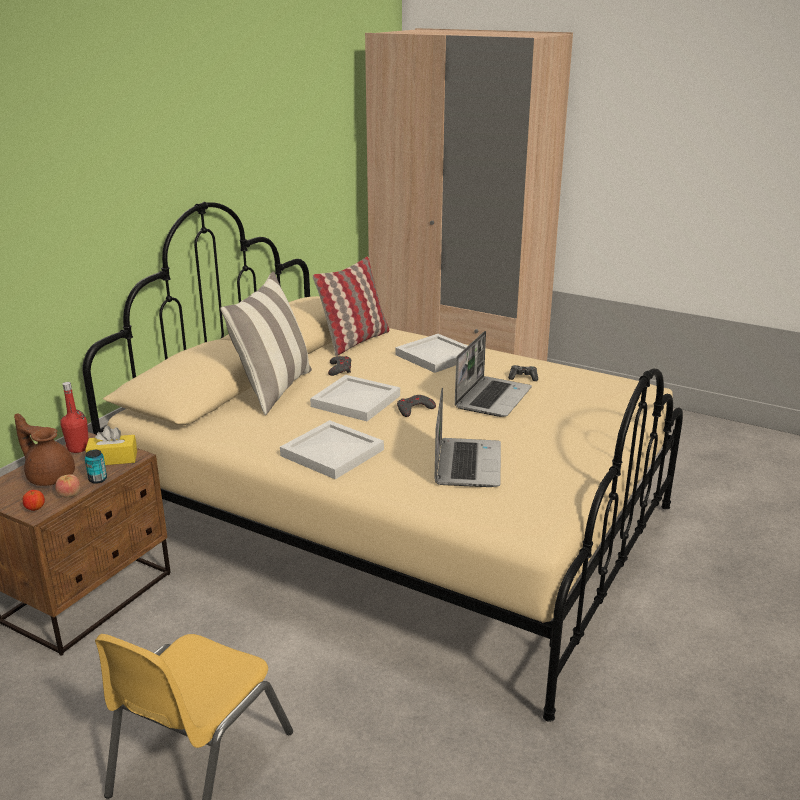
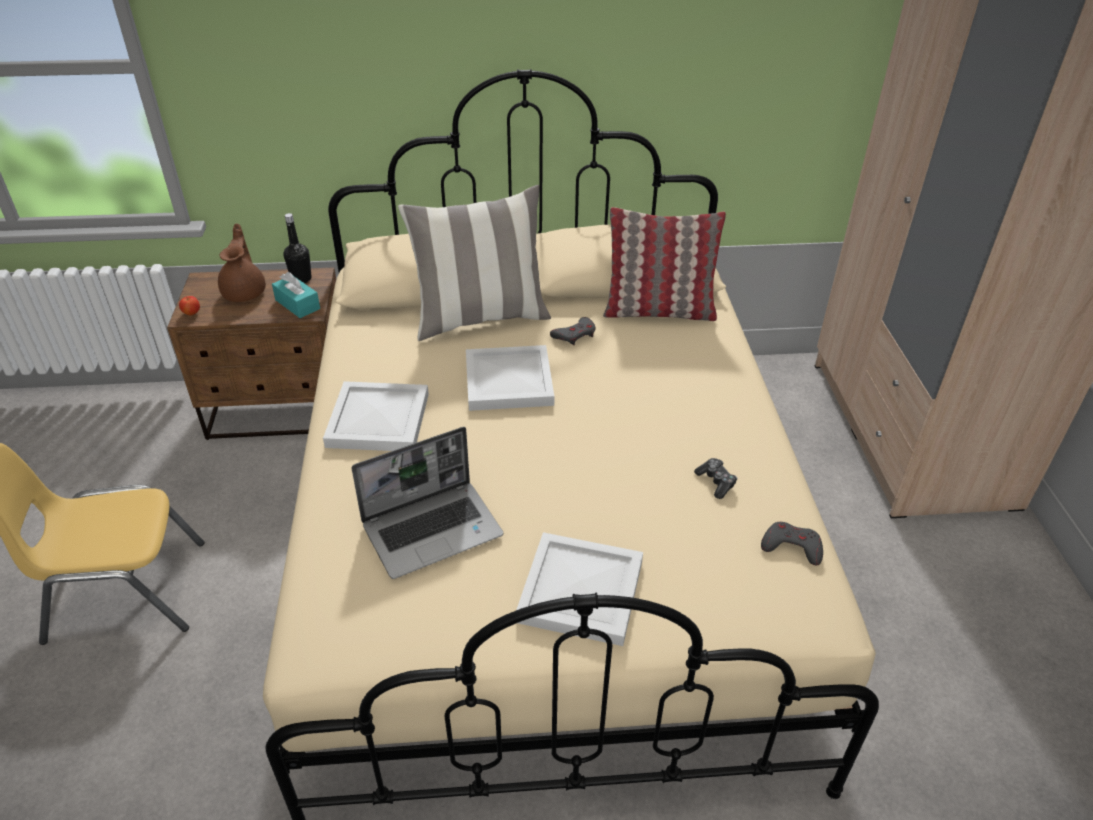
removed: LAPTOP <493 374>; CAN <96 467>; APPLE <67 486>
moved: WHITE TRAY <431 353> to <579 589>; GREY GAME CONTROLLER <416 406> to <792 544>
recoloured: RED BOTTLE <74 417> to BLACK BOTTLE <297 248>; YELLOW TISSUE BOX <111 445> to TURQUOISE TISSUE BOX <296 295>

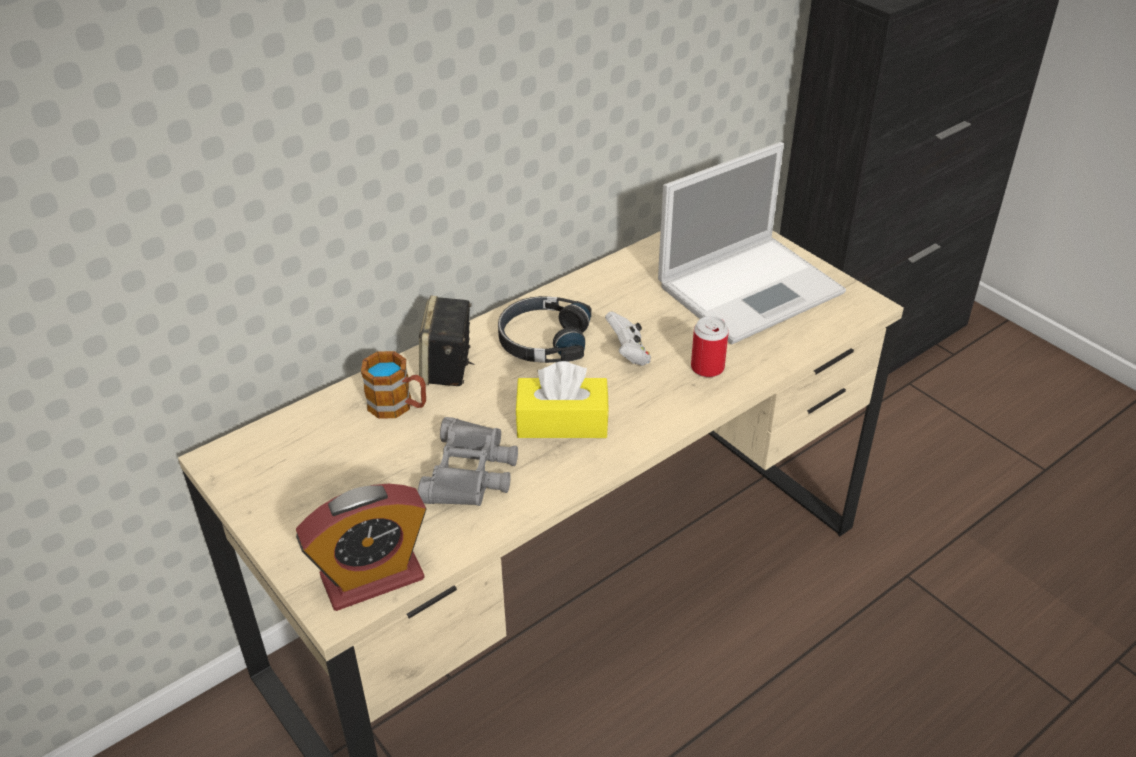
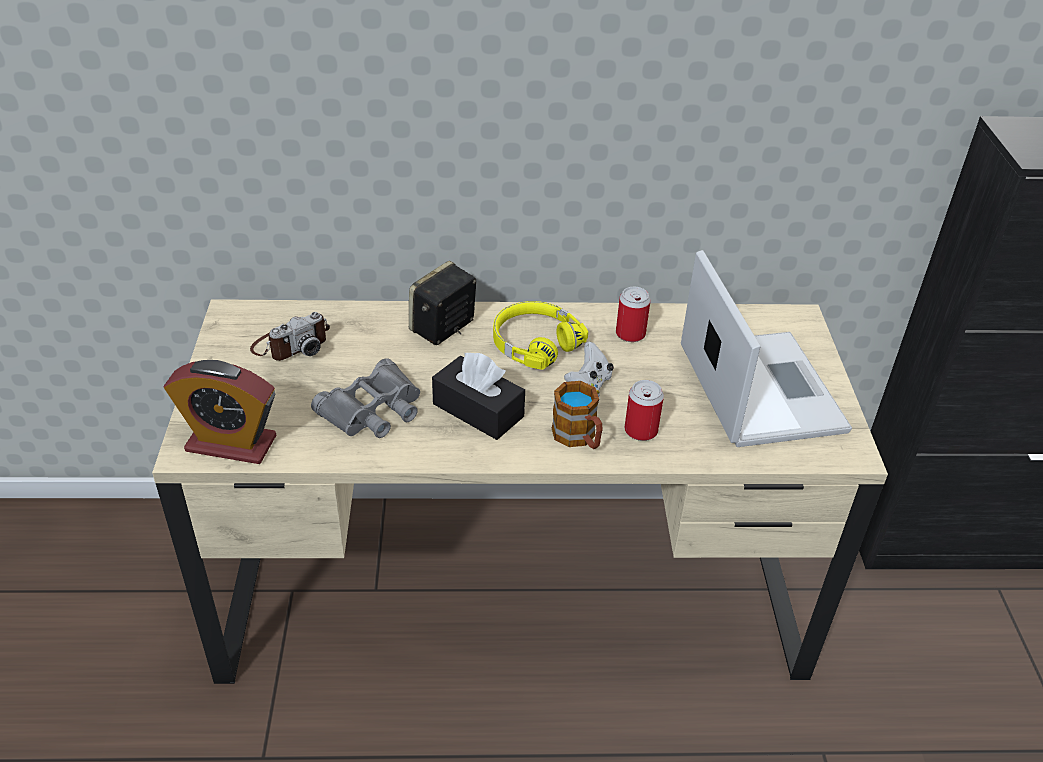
added: CAN <633 314>; PHOTO CAMERA <290 336>
moved: MUG <393 385> to <577 415>
recoloured: BLACK HEADPHONES <545 329> to YELLOW HEADPHONES <540 335>; YELLOW TISSUE BOX <562 399> to BLACK TISSUE BOX <478 396>
turned: LAPTOP <752 243> = <766 348> 105 degrees counterclockwise

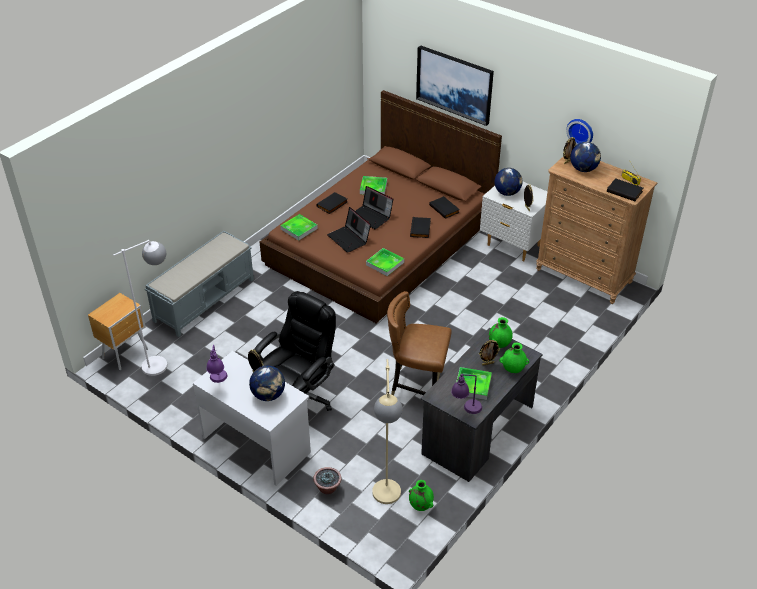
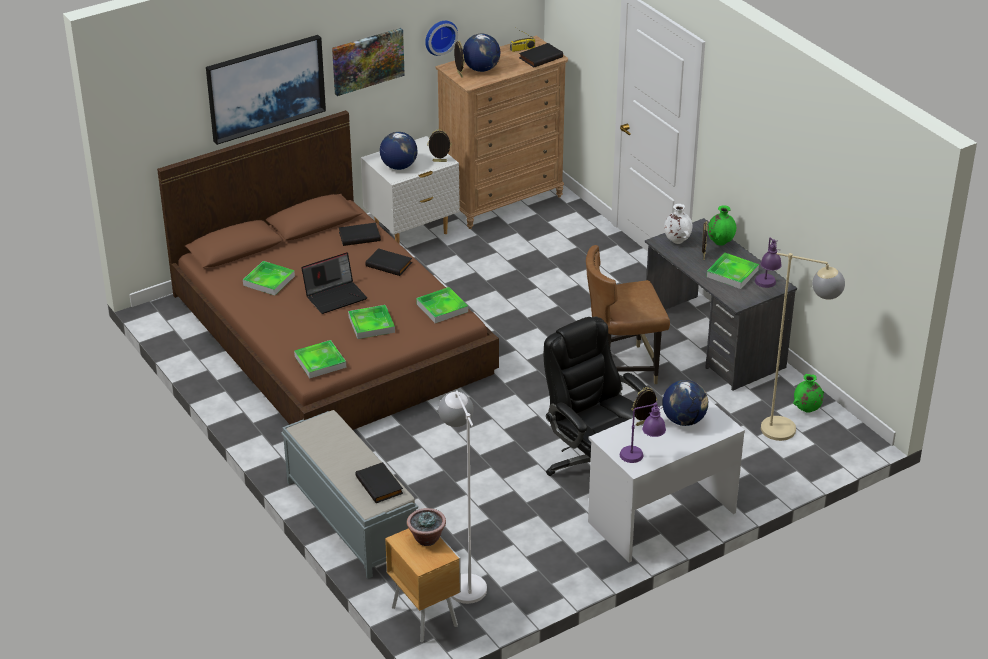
added: PICTURE <368 62>
moved: BLACK BOOK <332 203> to <379 482>; POTTED PLANT <327 481> to <426 527>
replaced: LAPTOP <349 230> to TRAY <371 322>
recoloured: GREEN VASE <501 332> to WHITE VASE <678 224>
turned: BROWN CHAIR <419 343> = <628 314> 45 degrees clockwise

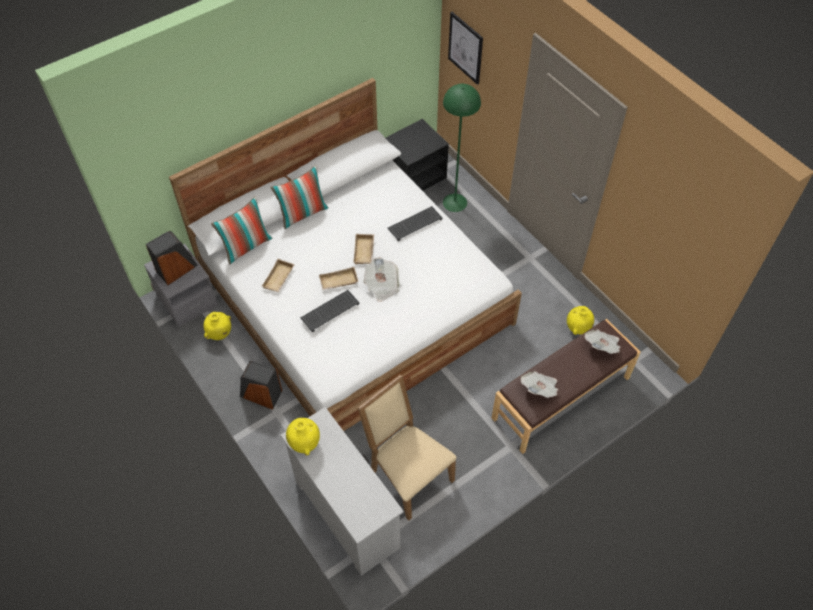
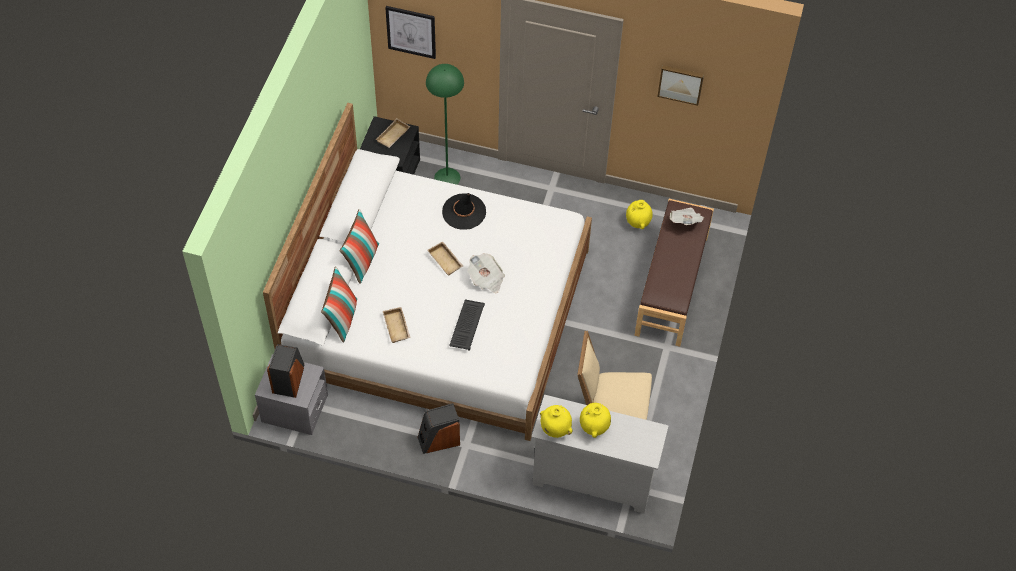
removed: NEWSPAPER <539 384>
added: PICTURE <680 85>
moved: BEIGE TRAY <339 278> to <393 133>; YELLOW VASE <217 326> to <595 420>
replaced: KEYBOARD <415 223> to BLACK HAT <464 211>

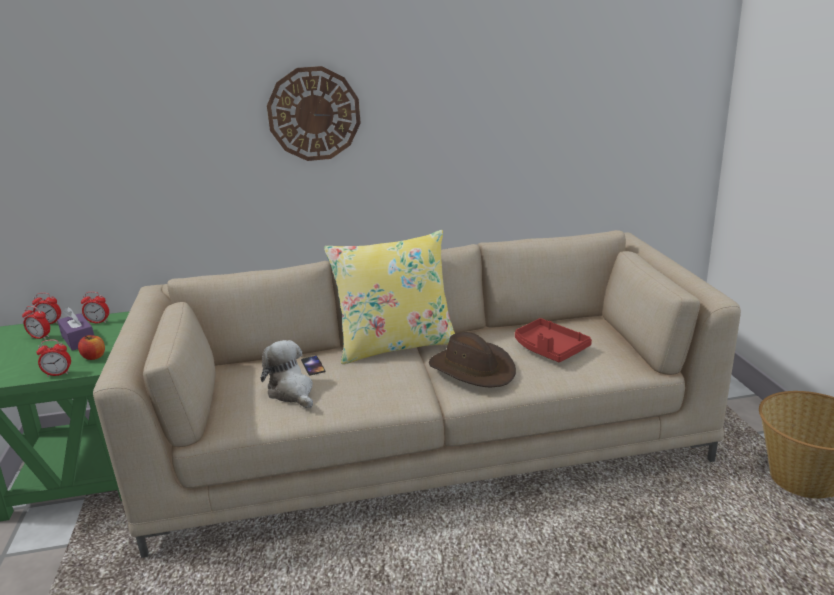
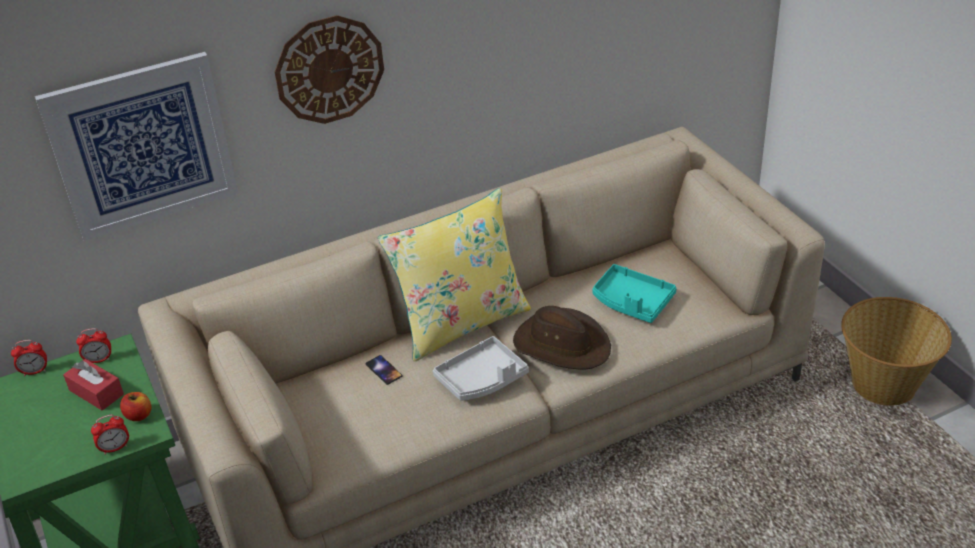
removed: ALARM CLOCK <36 322>; PLUSH TOY <287 374>
added: PICTURE <136 146>; GREY TRAY <481 368>
recoloured: PURPLE TISSUE BOX <75 329> to RED TISSUE BOX <93 385>; RED TRAY <553 340> to TURQUOISE TRAY <634 293>

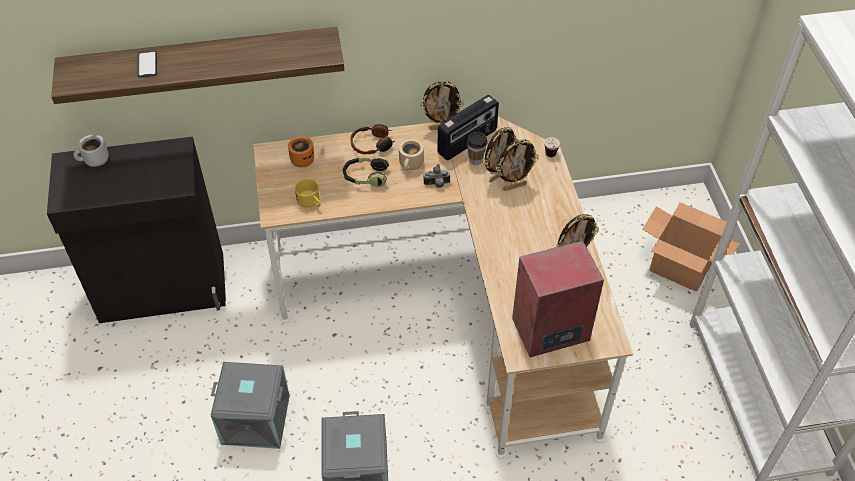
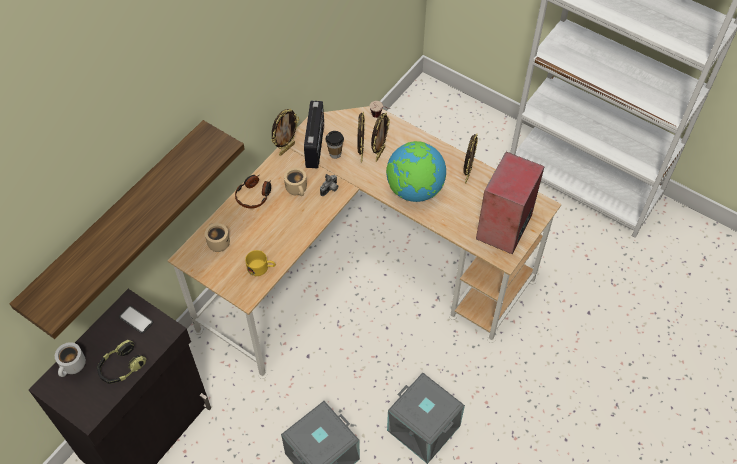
removed: CARDBOARD BOX <690 247>
added: GLOBE <416 171>
moved: PHONE <147 64> to <136 320>; HEADPHONES <366 171> to <121 362>
recoloured: ORANGE MUG <301 151> to BEIGE MUG <217 237>

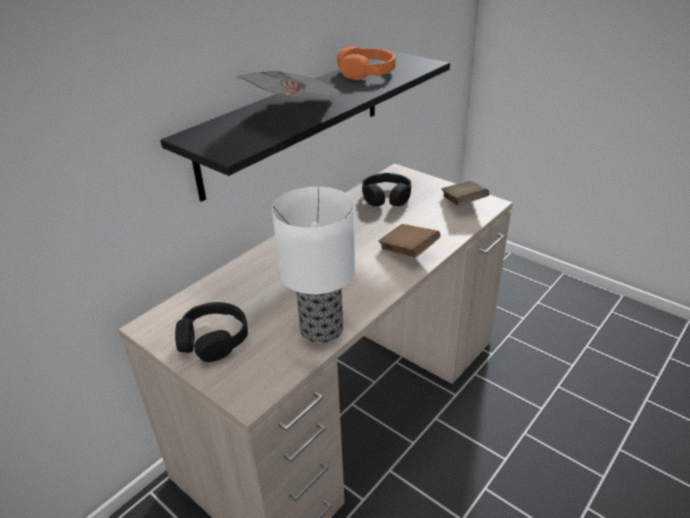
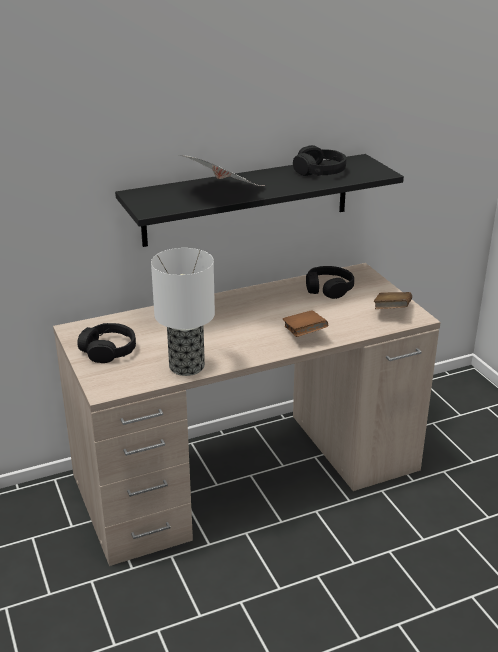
recoloured: ORANGE HEADPHONES <366 63> to BLACK HEADPHONES <319 160>

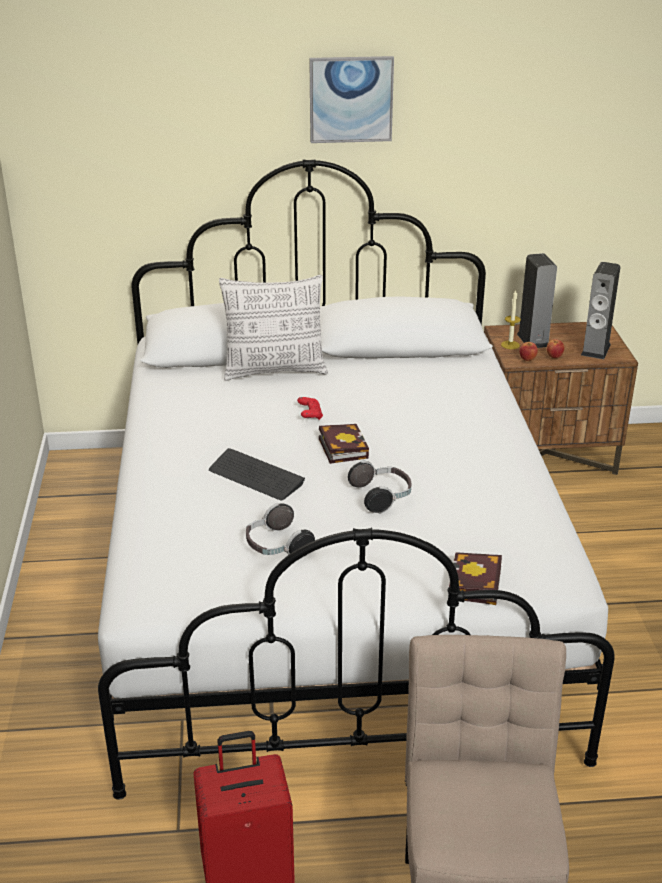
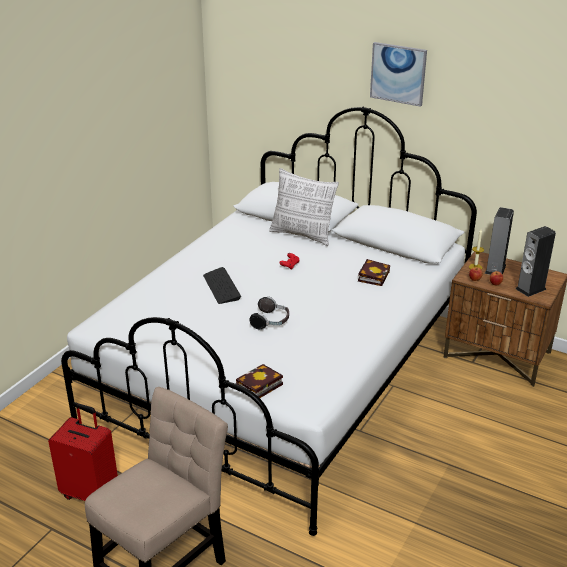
removed: HEADPHONES <280 531>
moved: BOOK <344 444> to <374 272>

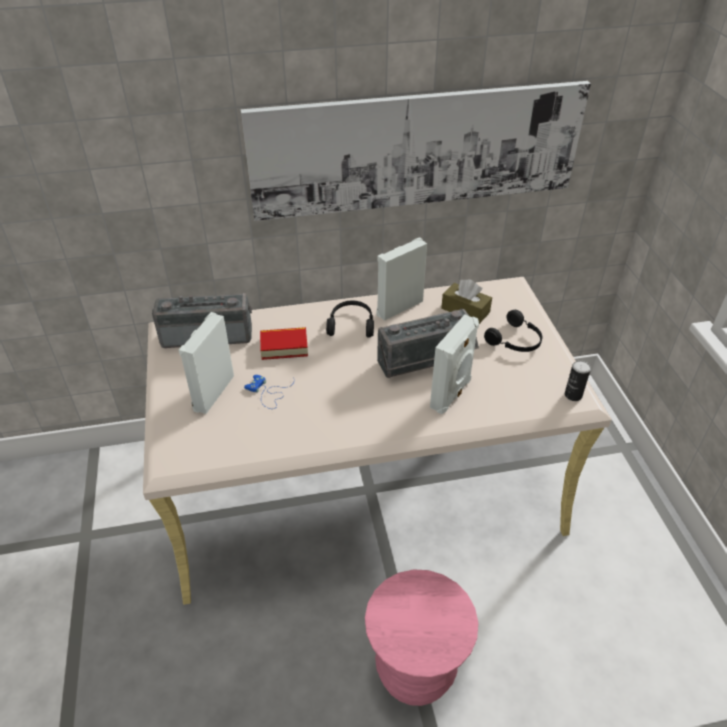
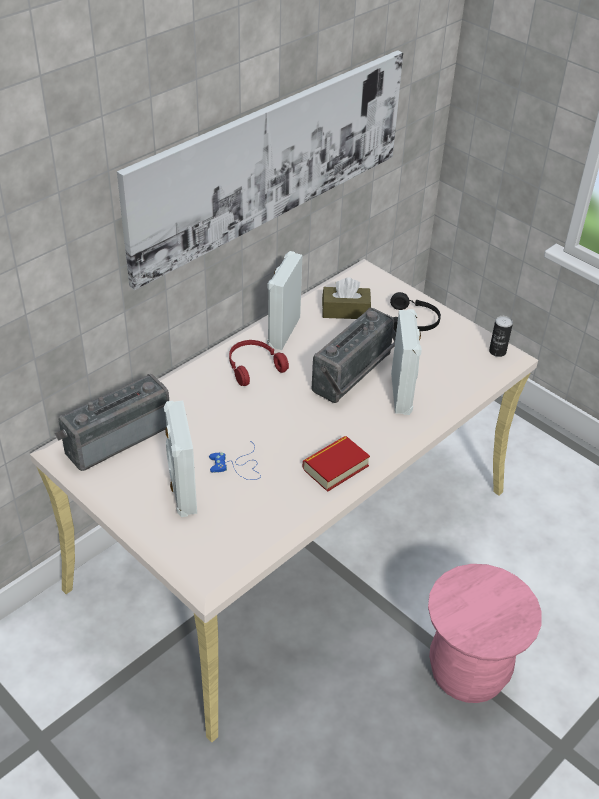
moved: BOOK <284 343> to <336 464>
recoloured: BLACK HEADPHONES <350 319> to RED HEADPHONES <259 363>

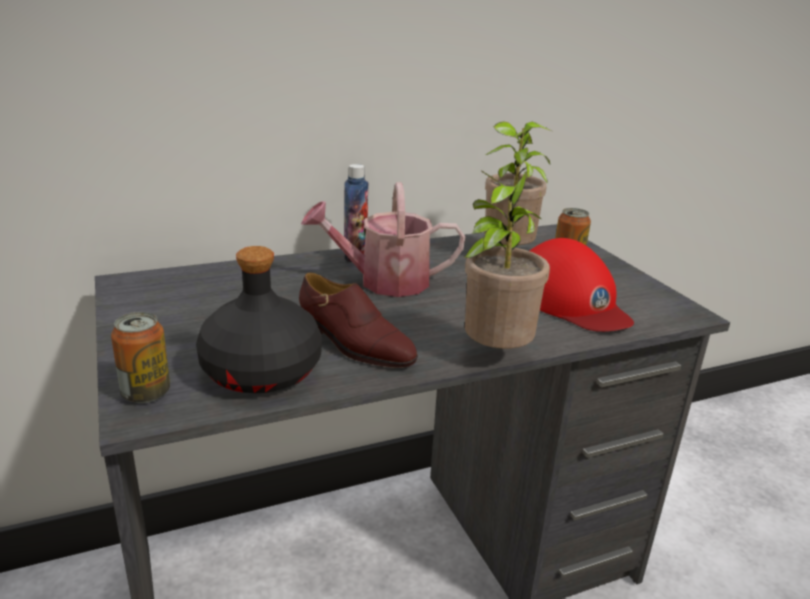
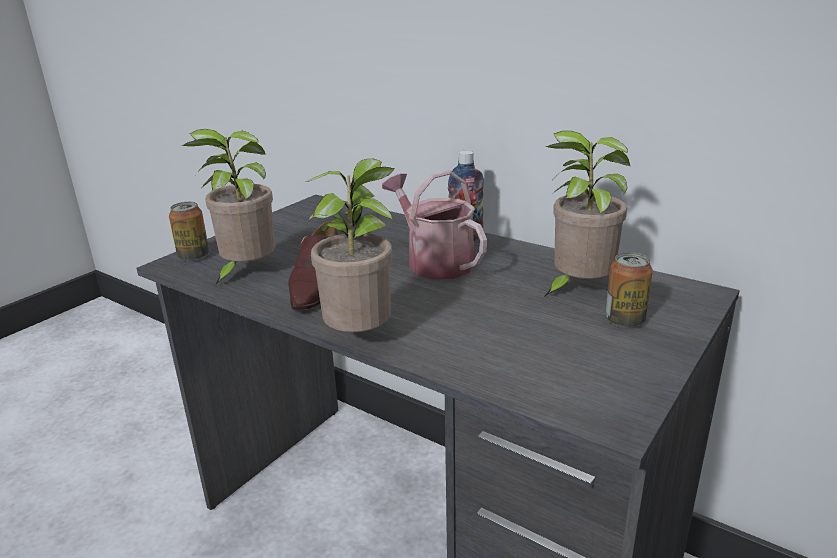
removed: RED CAP <582 285>
replaced: BLACK BOTTLE <259 319> to POTTED PLANT <228 207>

